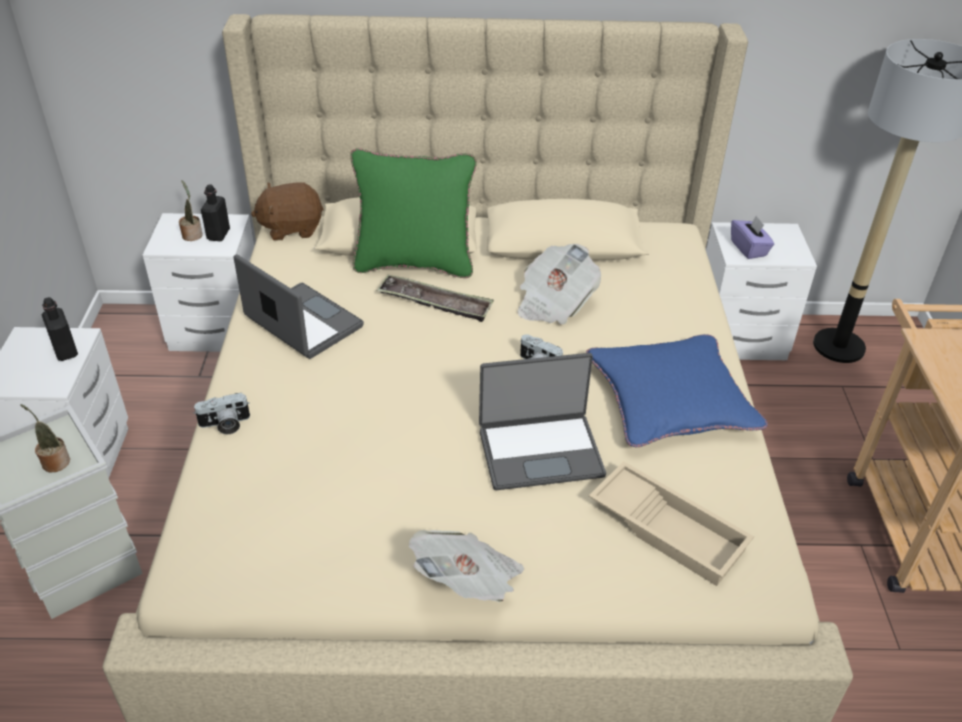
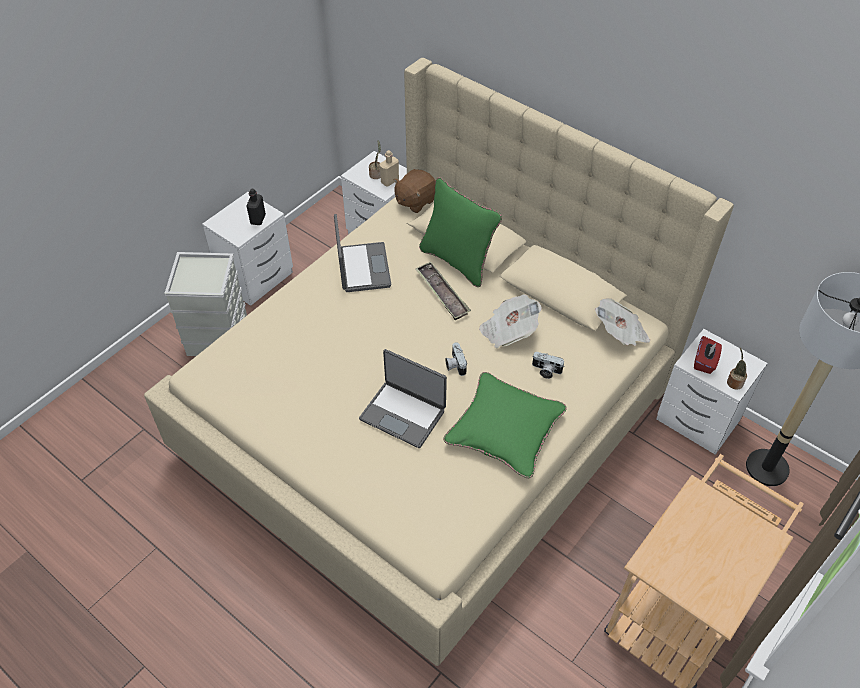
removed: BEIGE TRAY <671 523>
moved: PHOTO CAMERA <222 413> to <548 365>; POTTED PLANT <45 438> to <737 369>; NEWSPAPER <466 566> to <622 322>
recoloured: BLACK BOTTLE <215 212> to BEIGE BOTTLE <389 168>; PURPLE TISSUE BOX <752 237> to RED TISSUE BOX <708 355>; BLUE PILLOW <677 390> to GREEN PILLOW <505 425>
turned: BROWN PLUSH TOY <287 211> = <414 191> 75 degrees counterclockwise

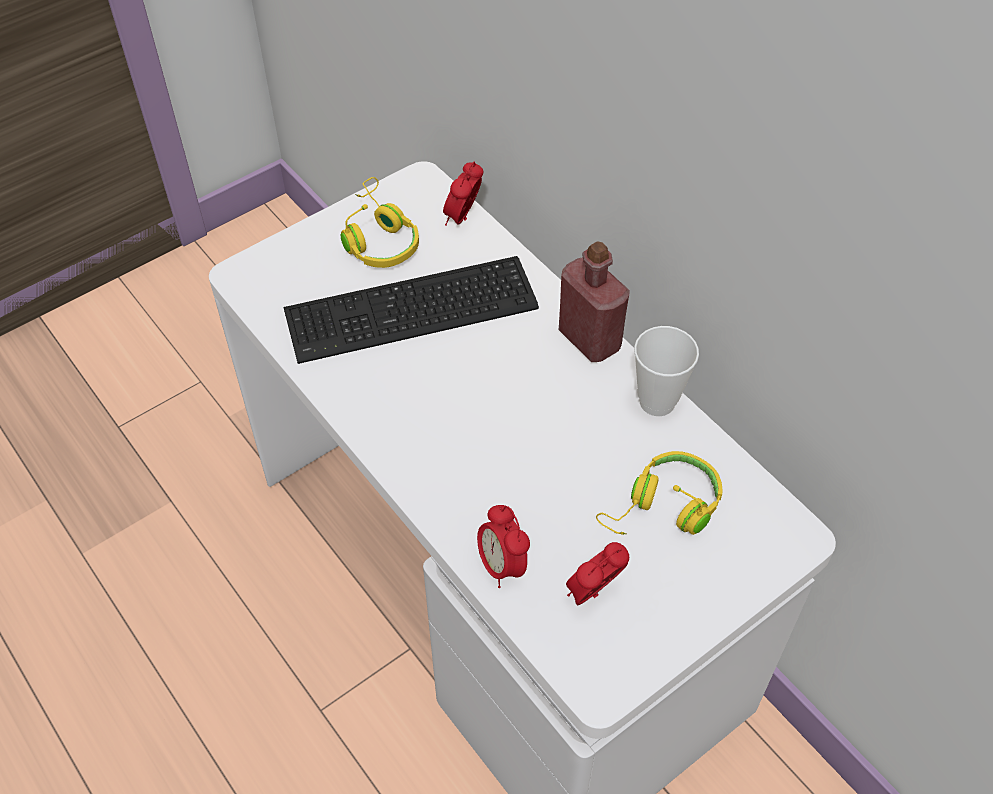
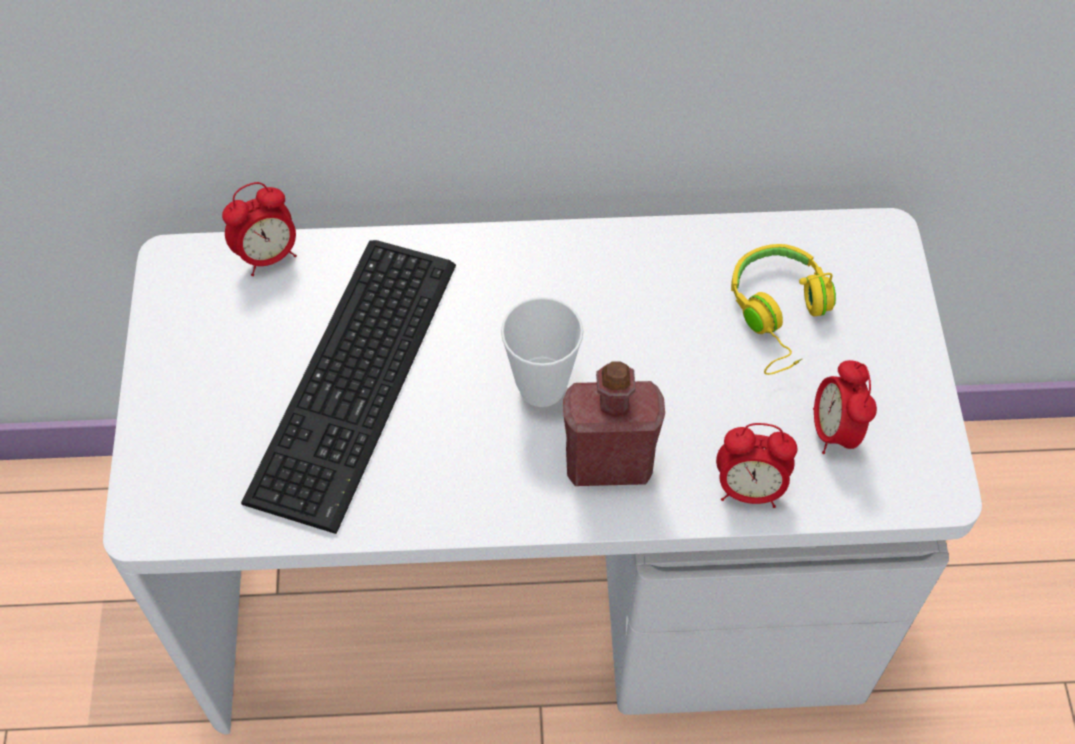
removed: YELLOW HEADPHONES <380 222>
moved: RED BOTTLE <594 301> to <614 423>; CUP <666 371> to <542 352>
turned: ALARM CLOCK <463 194> = <259 229> 90 degrees counterclockwise

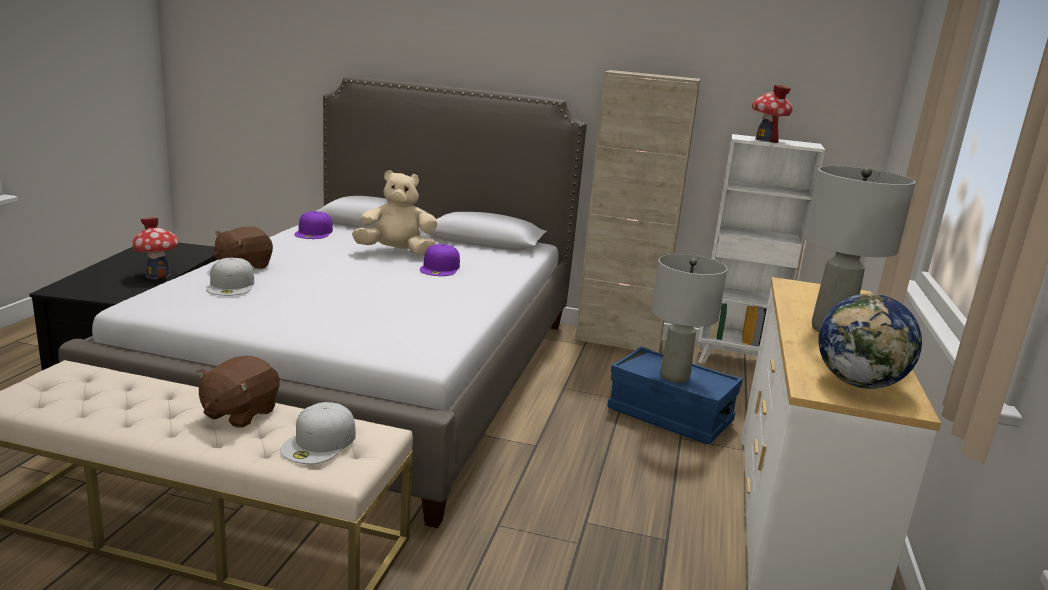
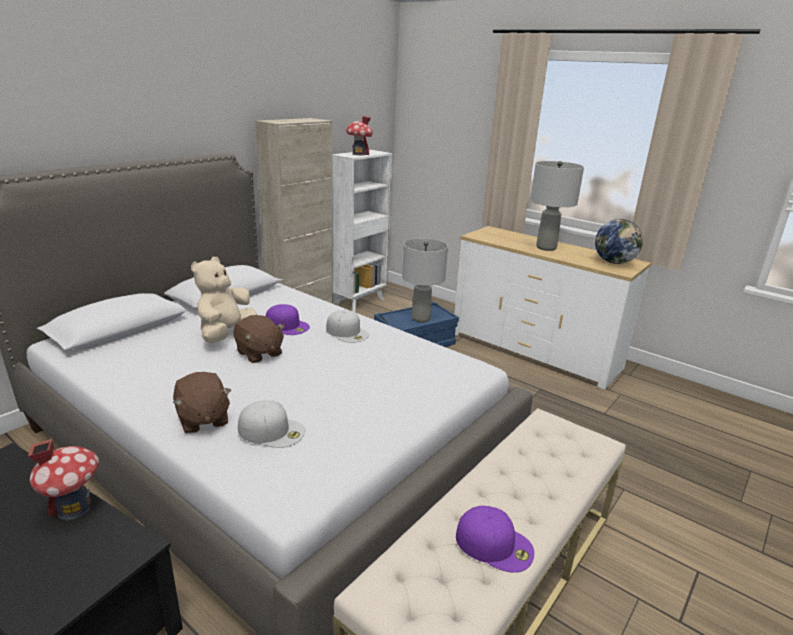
moved: PURPLE CAP <313 225> to <495 539>; BROWN PLUSH TOY <238 392> to <259 339>; WHITE CAP <318 433> to <347 326>

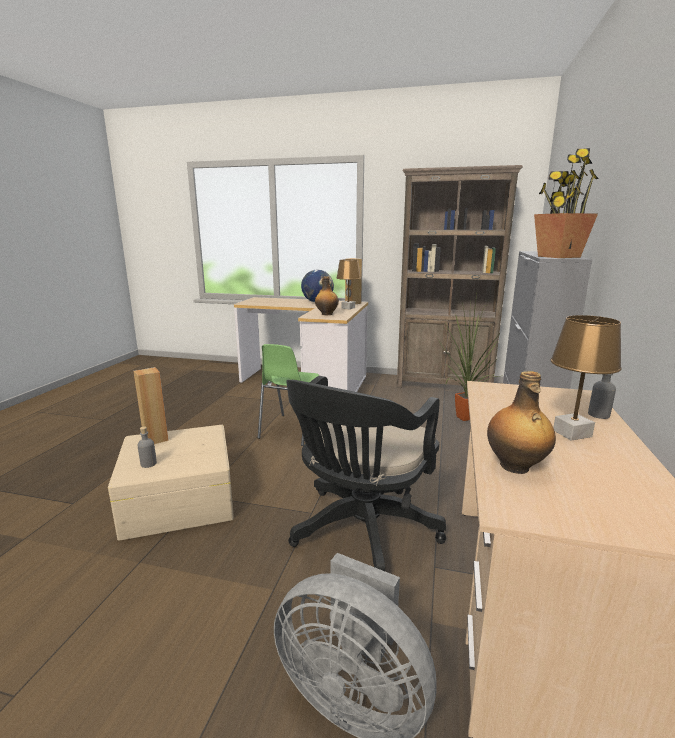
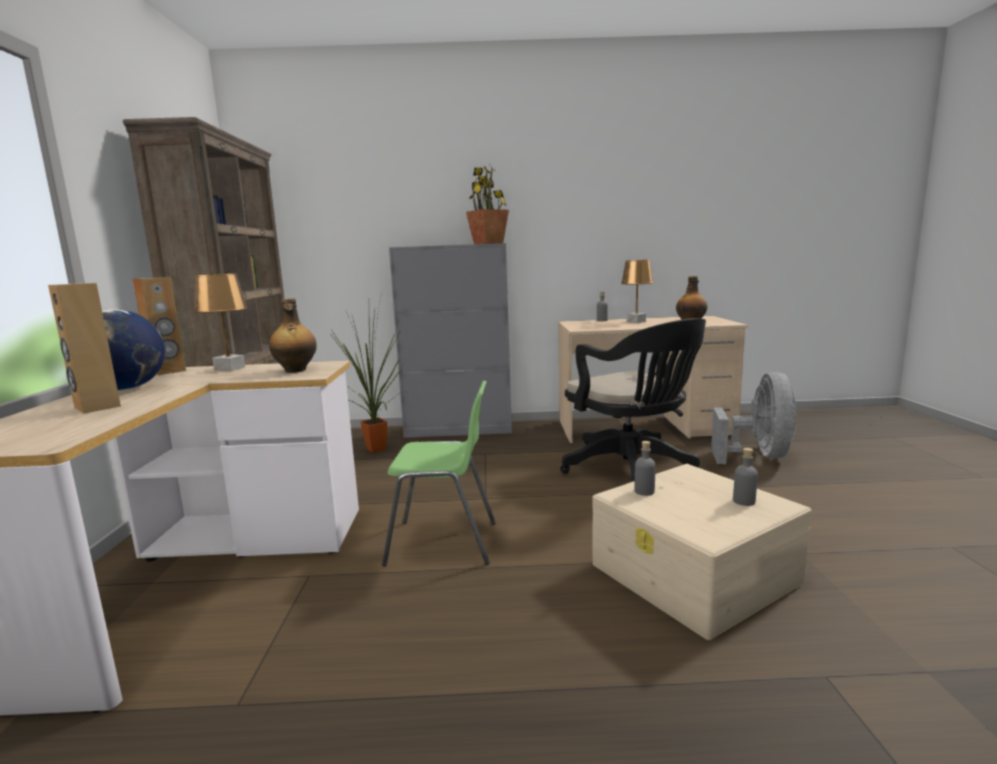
added: GREY BOTTLE <645 468>
moved: BROWN SPEAKER <151 405> to <84 348>
turned: BLACK OFFICE CHAIR <366 473> = <633 399> 45 degrees clockwise

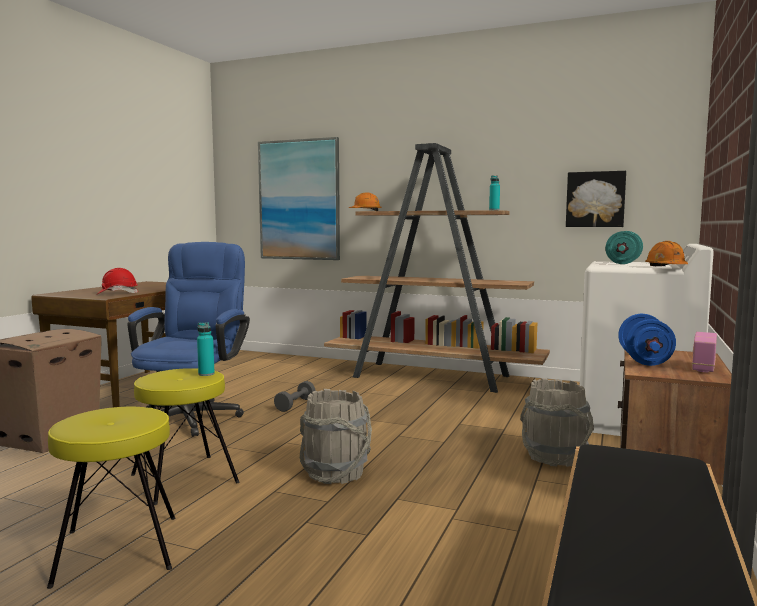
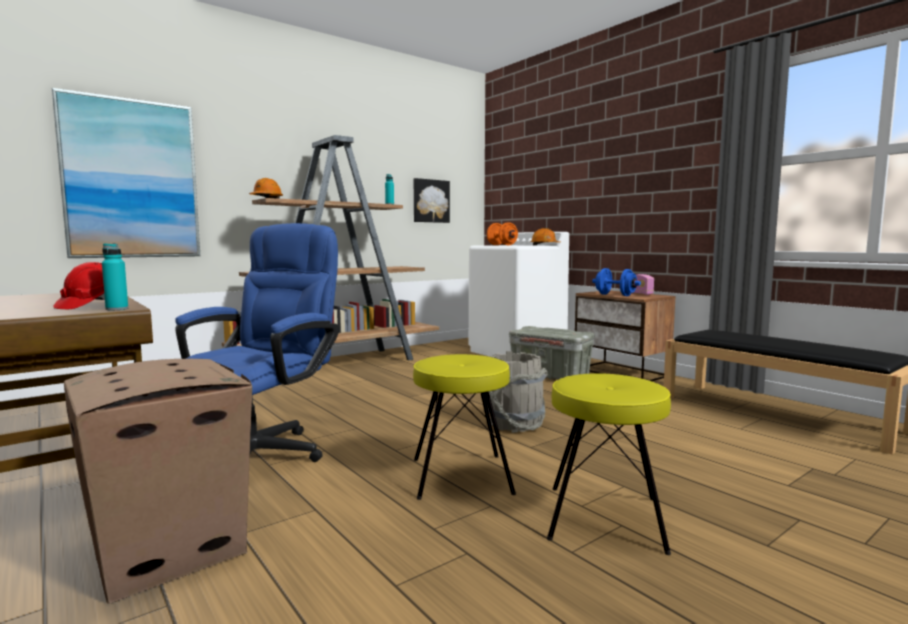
removed: GREY DUMBBELL <294 396>
moved: TURQUOISE BOTTLE <206 349> to <115 276>
replaced: GREY BUCKET <557 422> to GREY STORAGE BOX <551 352>
recoloured: TURQUOISE DUMBBELL <624 247> to ORANGE DUMBBELL <502 233>
turned: BLUE OFFICE CHAIR <188 339> = <257 342> 75 degrees clockwise

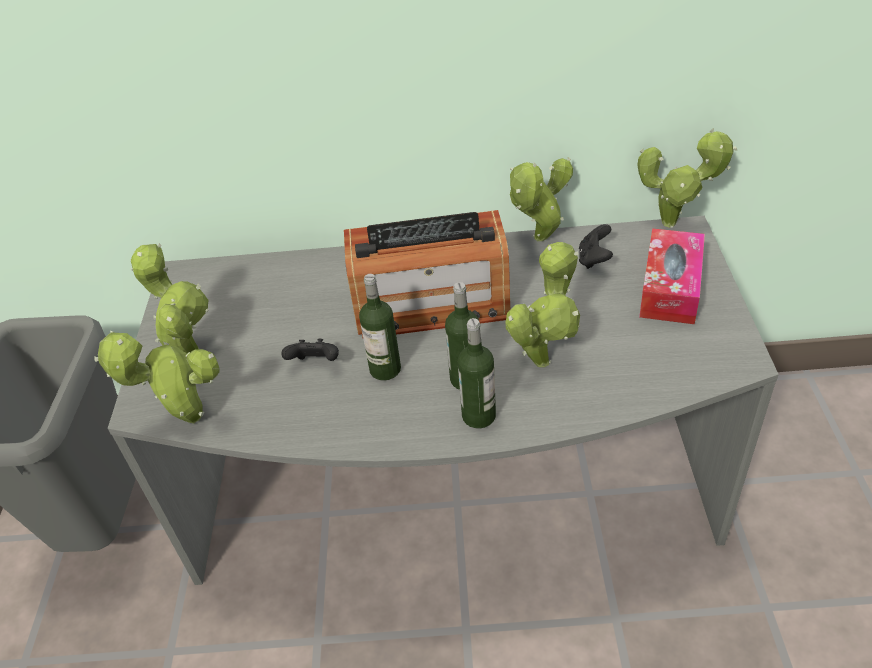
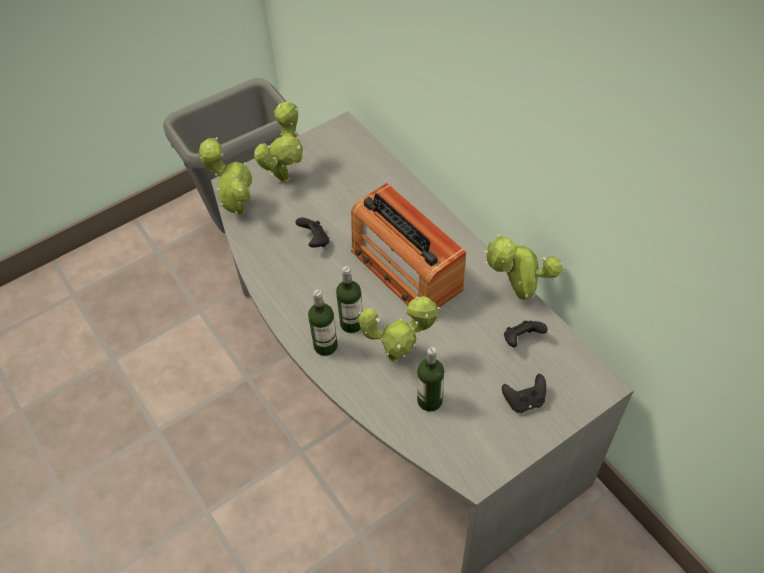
removed: POTTED PLANT <687 178>
moved: BOTTLE <380 327> to <430 379>
replaced: TISSUE BOX <672 276> to BLACK GAME CONTROLLER <524 393>

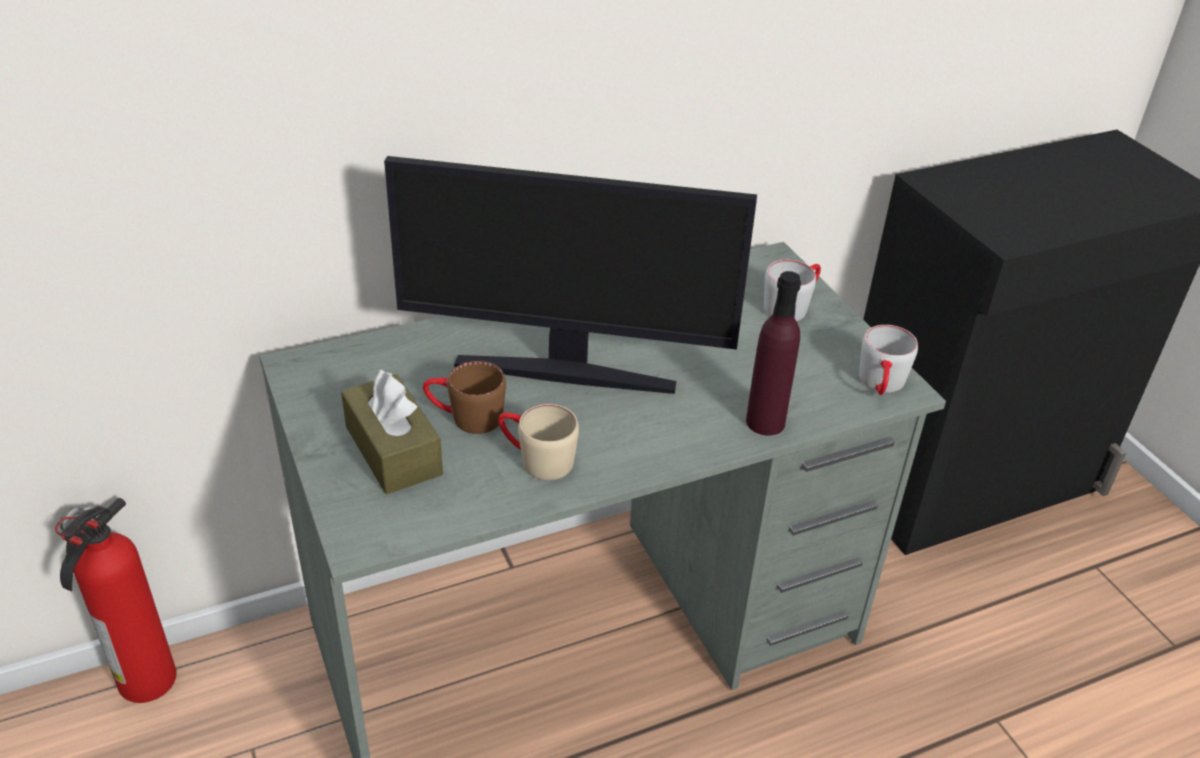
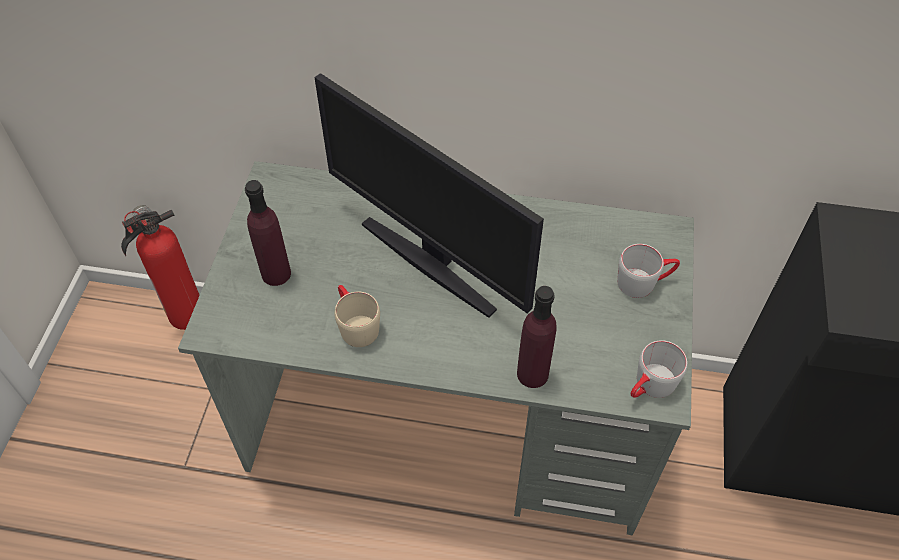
removed: BROWN MUG <464 397>
replaced: BROWN TISSUE BOX <392 431> to PURPLE BOTTLE <268 233>

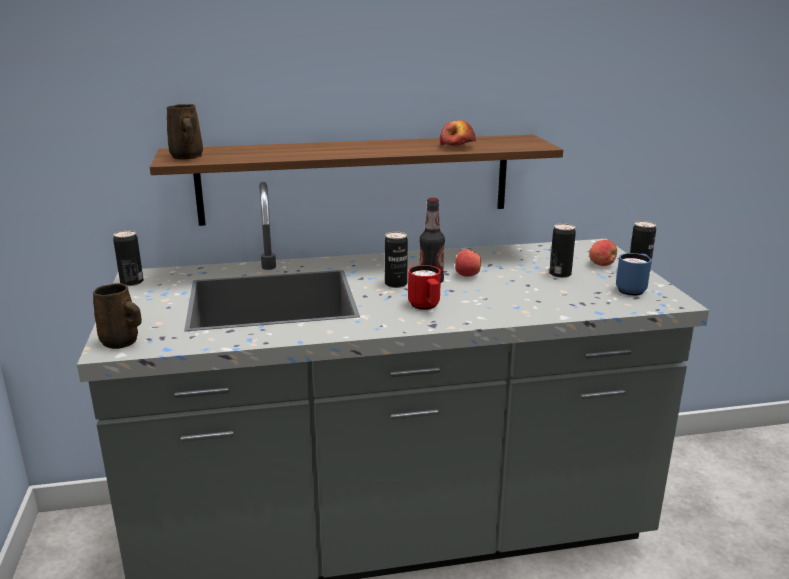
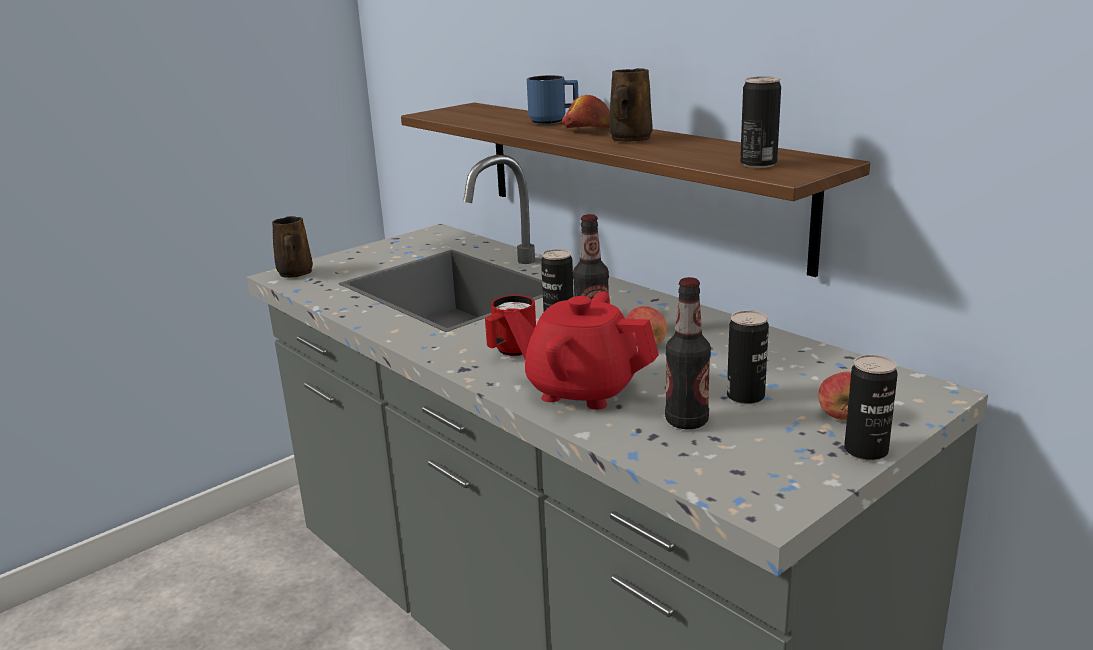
added: BOTTLE <688 353>; RED TEAPOT <581 351>
moved: BROWN MUG <185 132> to <631 105>; APPLE <458 133> to <586 111>; CAN <128 258> to <760 122>; BLUE MUG <634 274> to <552 100>

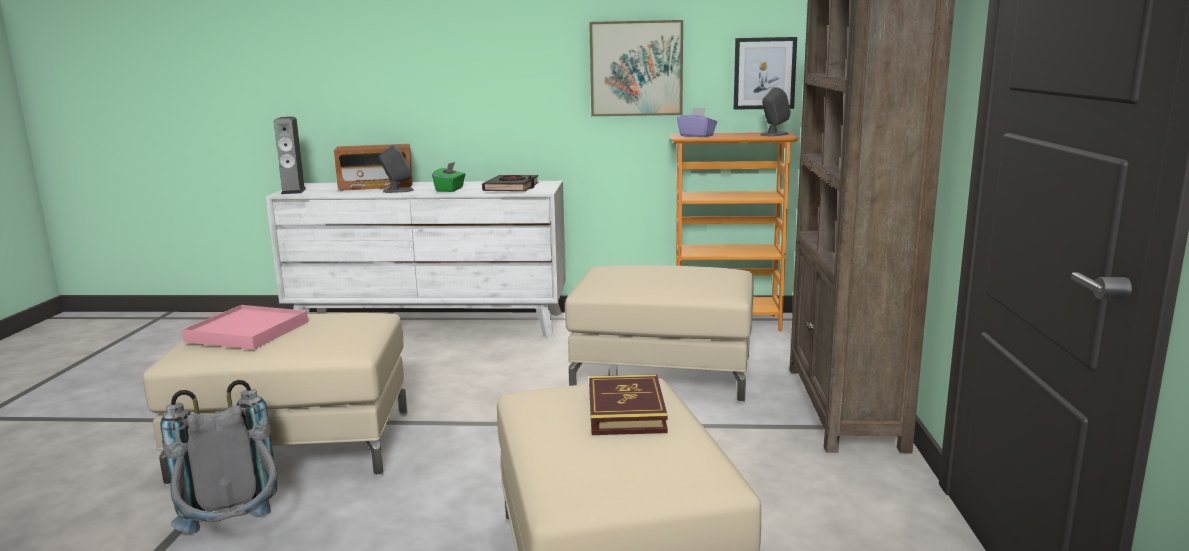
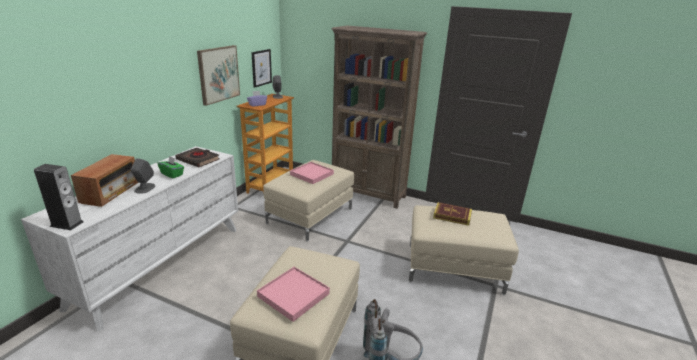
added: PINK TRAY <312 173>

